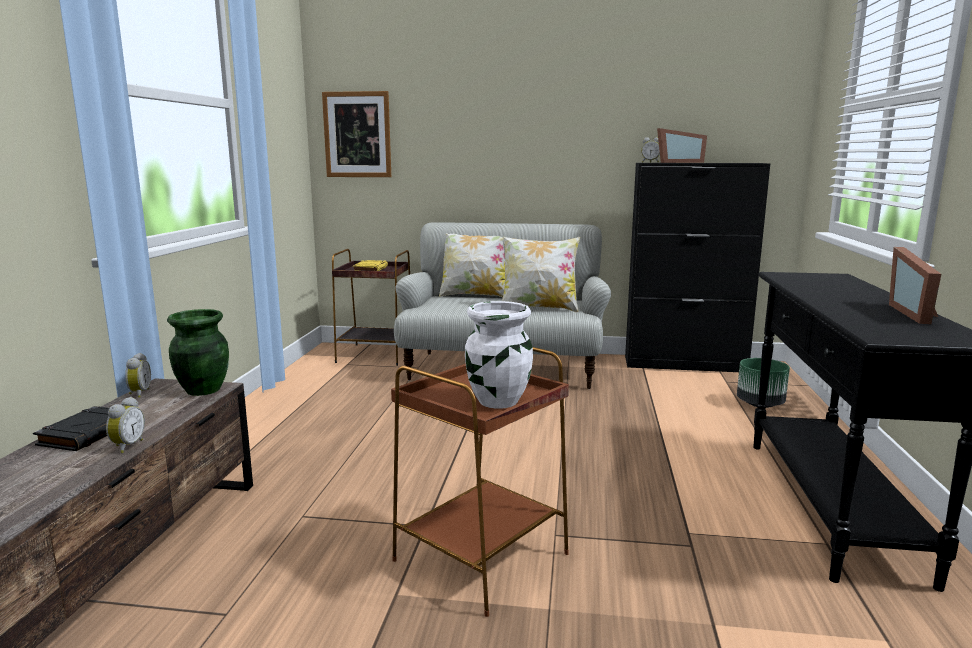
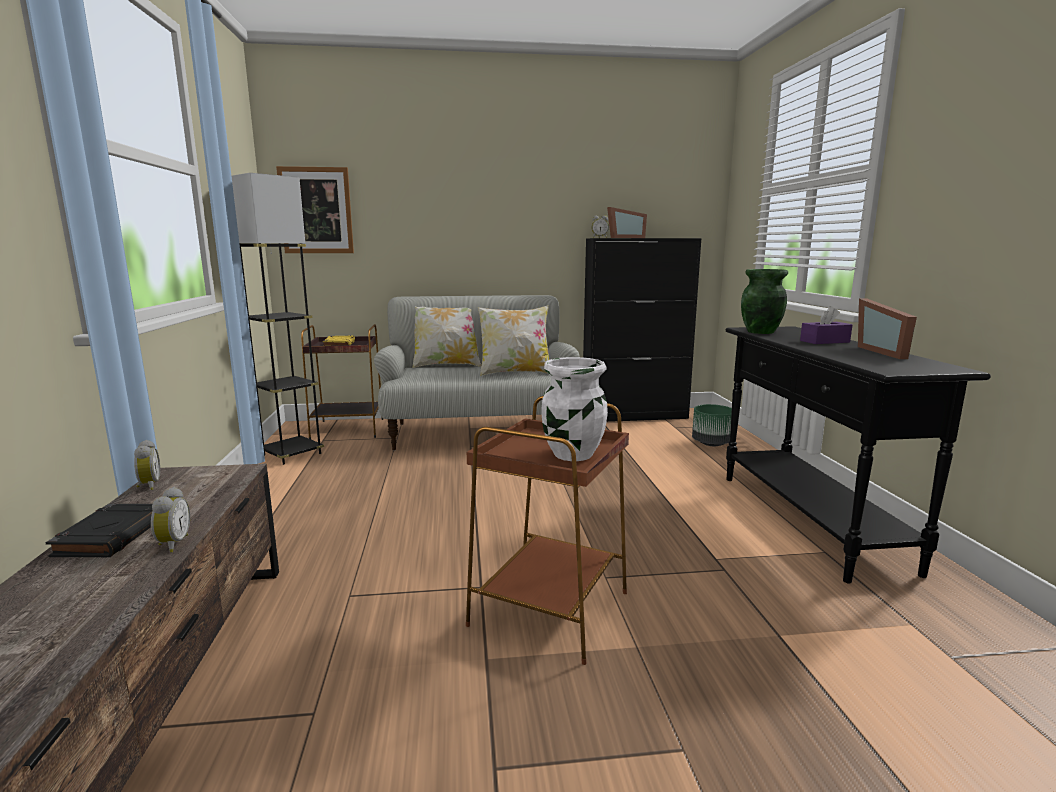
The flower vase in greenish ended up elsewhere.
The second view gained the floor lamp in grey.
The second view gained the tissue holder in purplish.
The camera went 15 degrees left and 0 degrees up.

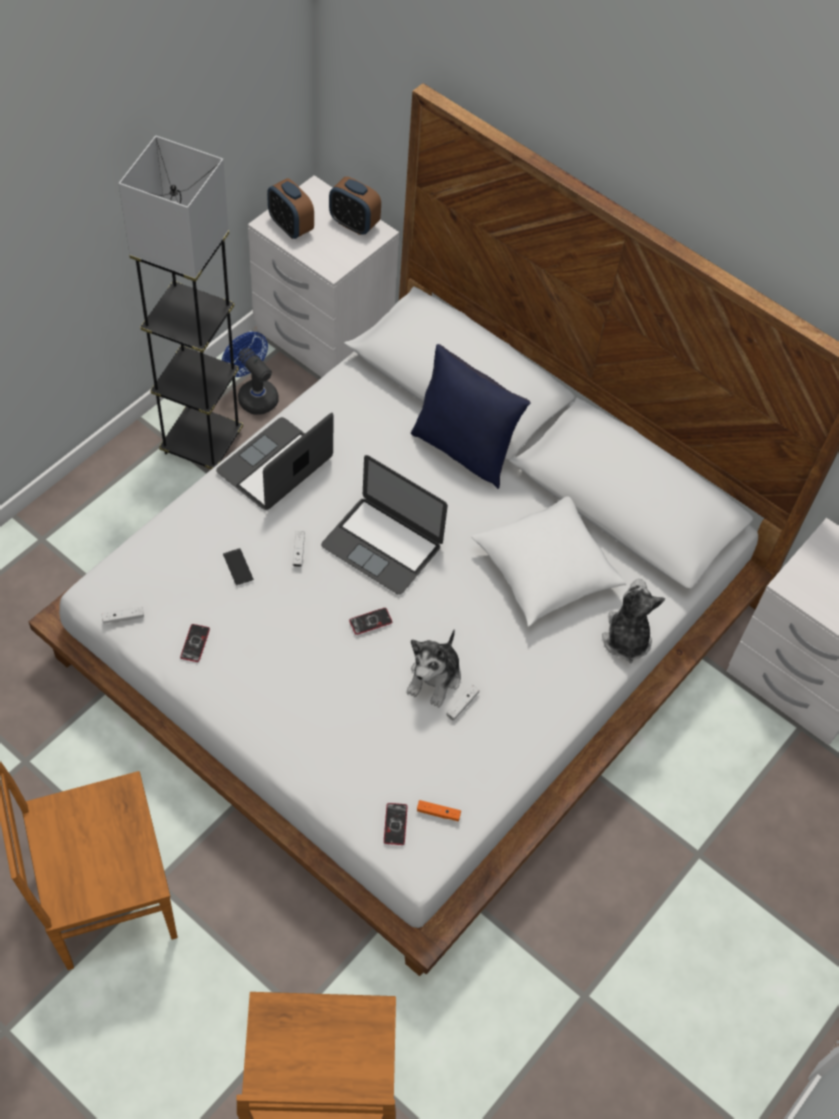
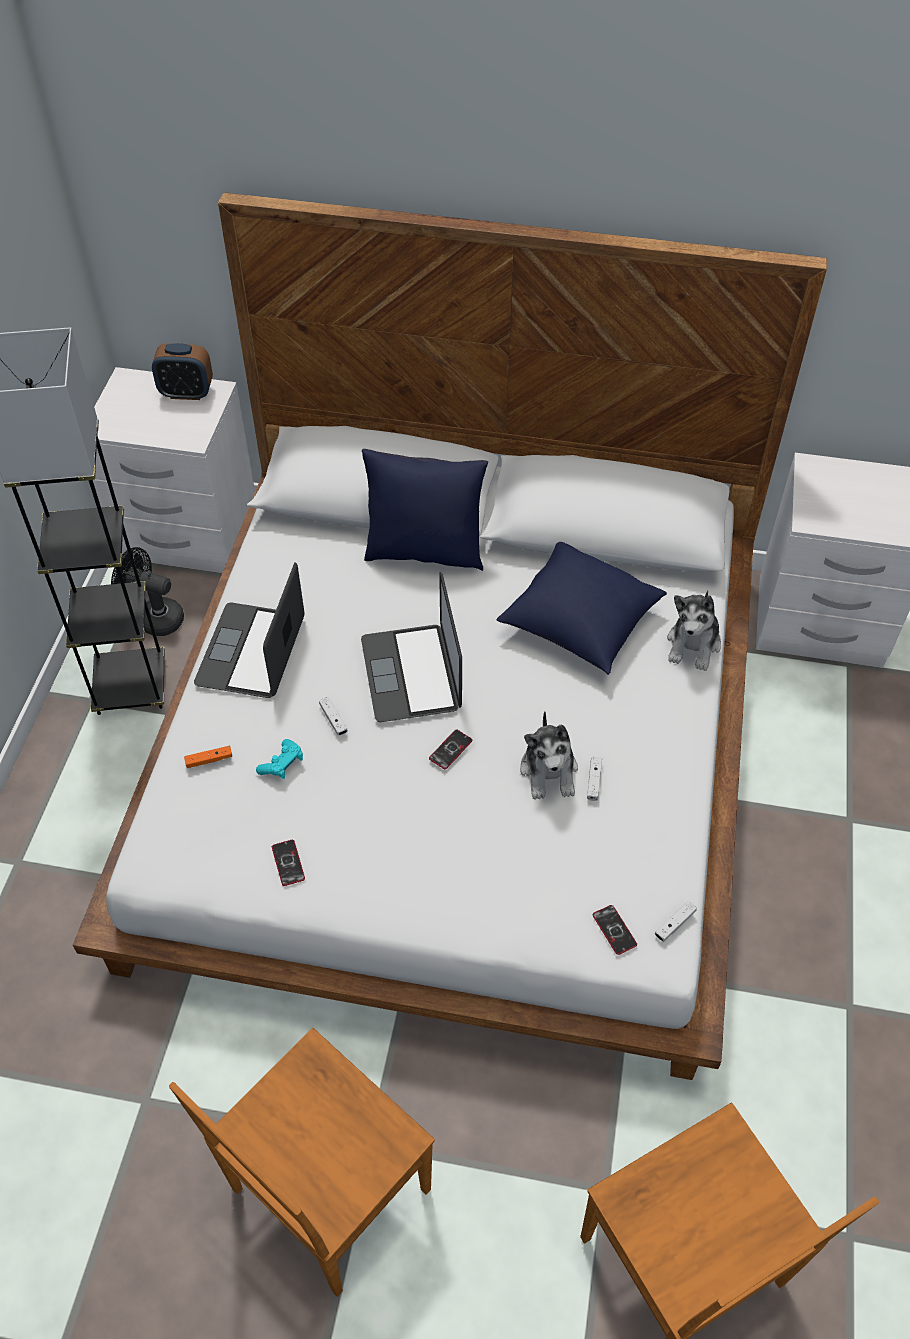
The game controller in white-coloured (no. 1 from left in the first image) ended up elsewhere.
What was the fan in bluish turned into the fan in black.
Where the handset (no. 2 from left) stood, the game controller in blue-green came to stand.
The second view lost the table clock (no. 1 from left).
The portable computer (no. 2 from left) ended up facing another way, 75 degrees clockwise from before.
The game controller in orangey ended up elsewhere.
What was the throw pillow in white-coloured turned into the throw pillow in bluish (no. 2 from left).
The soft toy (no. 2 from left) ended up facing another way, 135 degrees counterclockwise from before.
The camera went 25 degrees left and 5 degrees down.

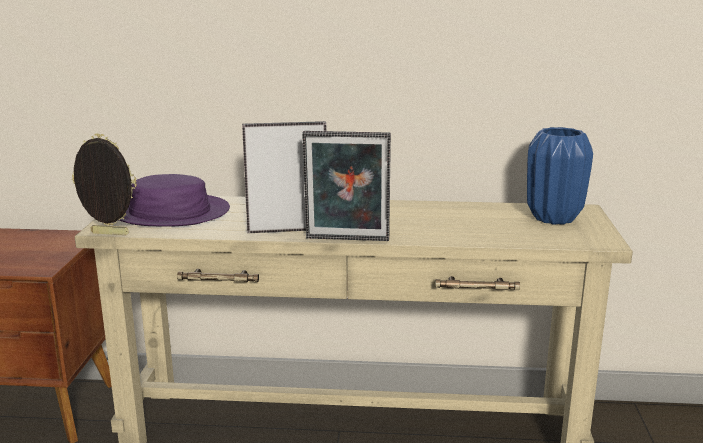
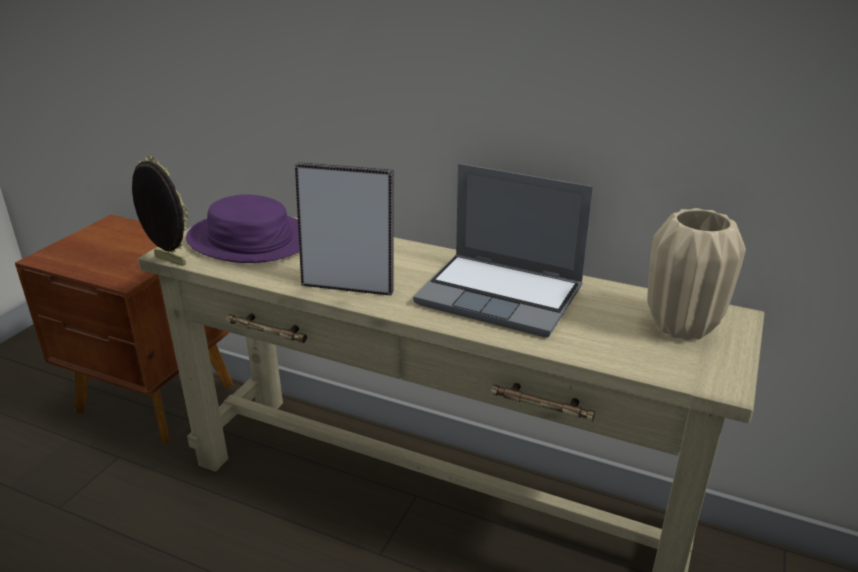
The second view lost the standing frame (no. 3 from left).
What was the flower vase in bluish turned into the flower vase in sand-coloured.
The second view gained the portable computer.
The camera went 20 degrees right and 10 degrees up.

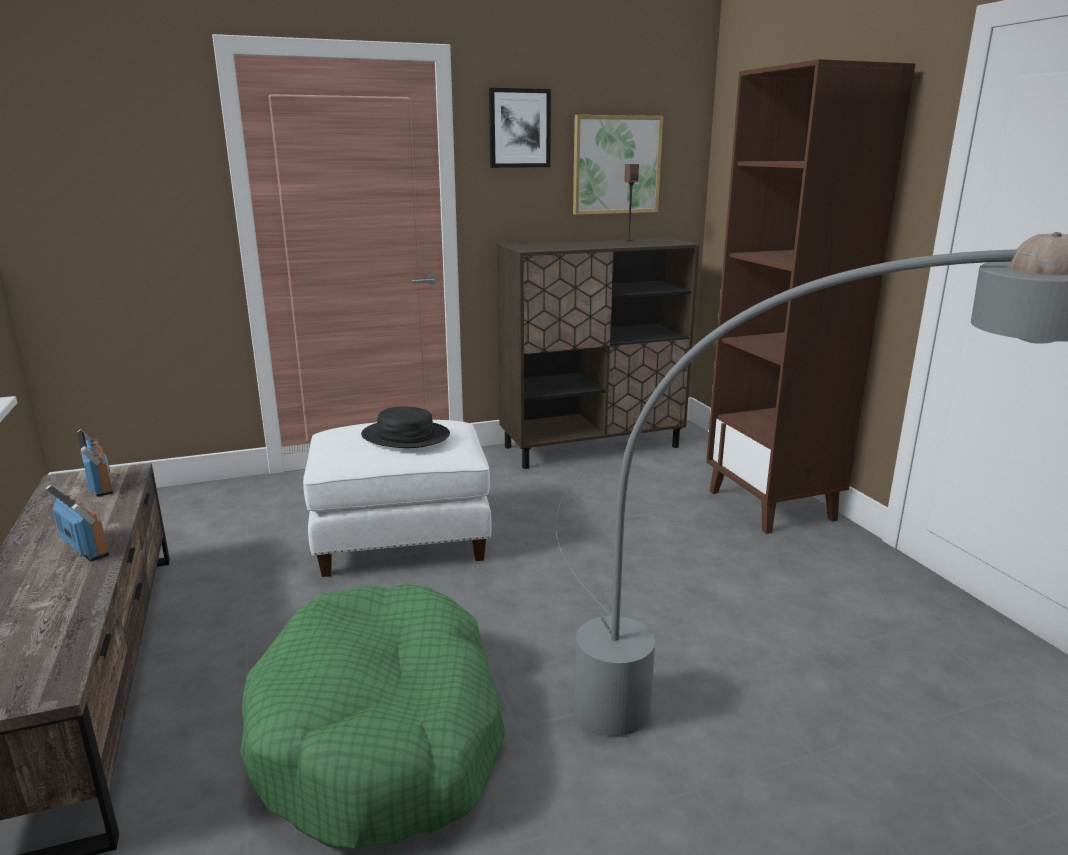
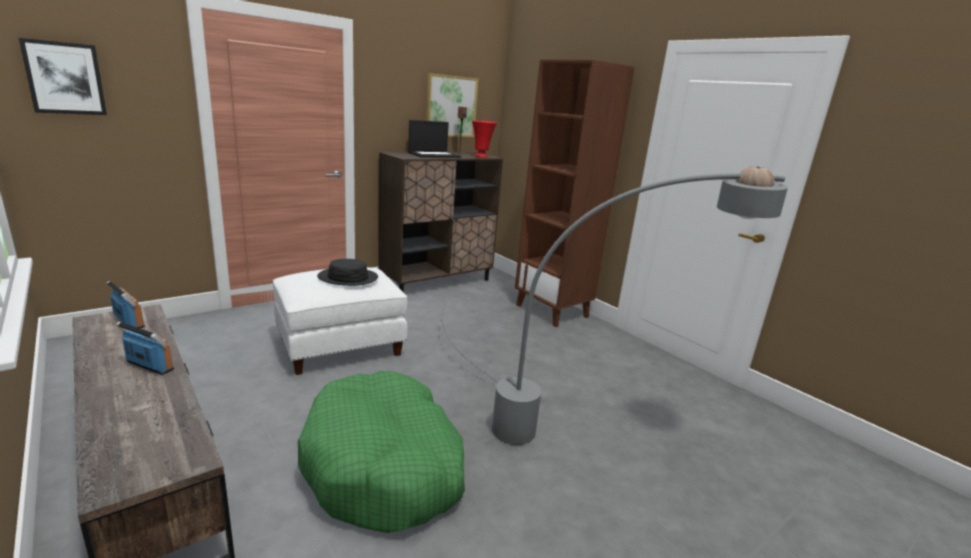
The picture (no. 1 from left) ended up elsewhere.
The second view gained the portable computer.
The second view gained the flower vase in red.
The camera went 20 degrees left and 0 degrees up.

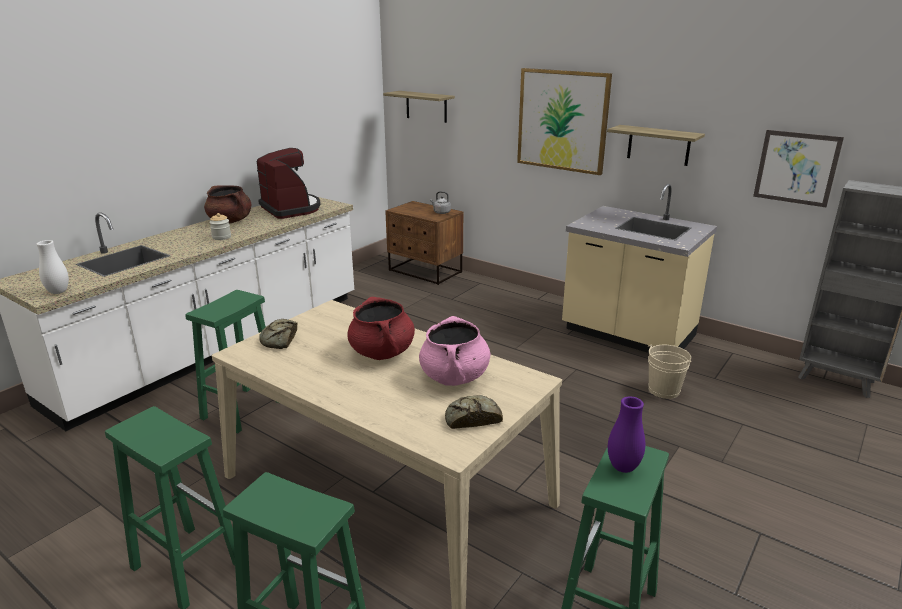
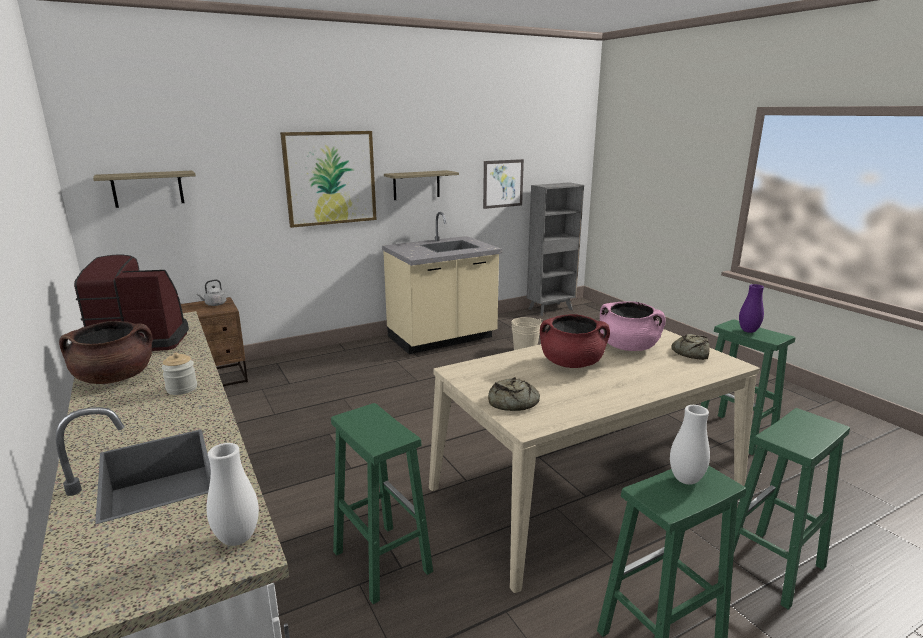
The second view gained the flower vase in white-coloured (no. 2 from left).
The camera went 65 degrees left and 5 degrees down.

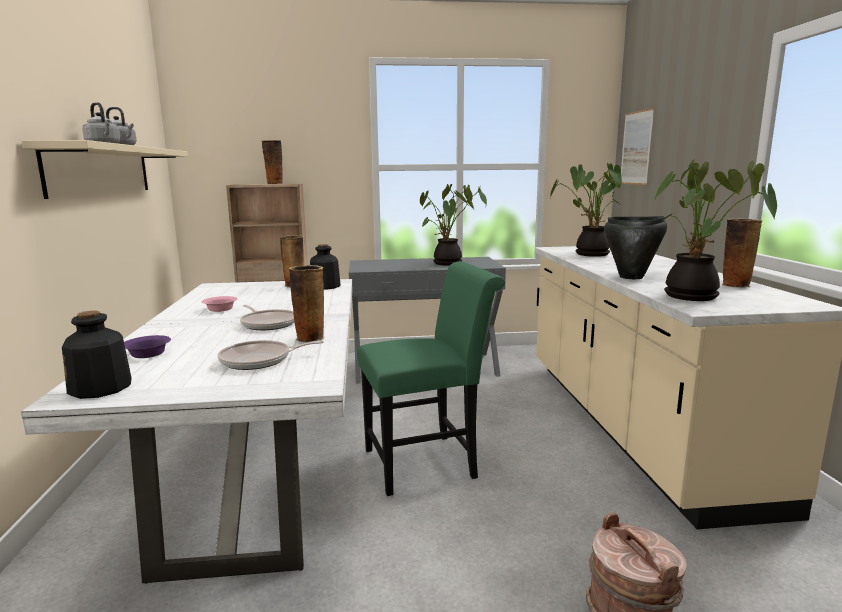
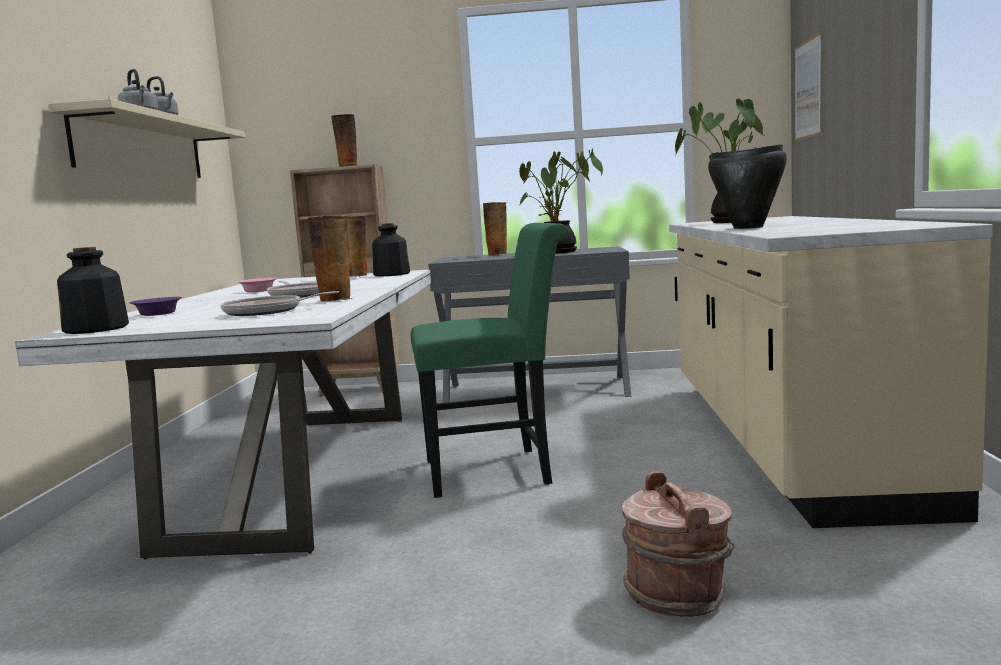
The second view lost the houseplant (no. 3 from left).
The flower vase (no. 4 from left) ended up elsewhere.
The camera went 10 degrees right and 5 degrees down.

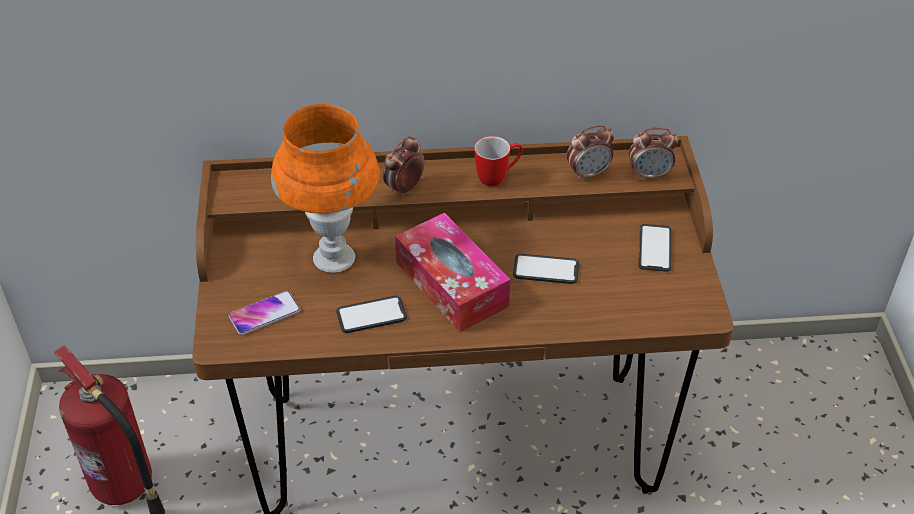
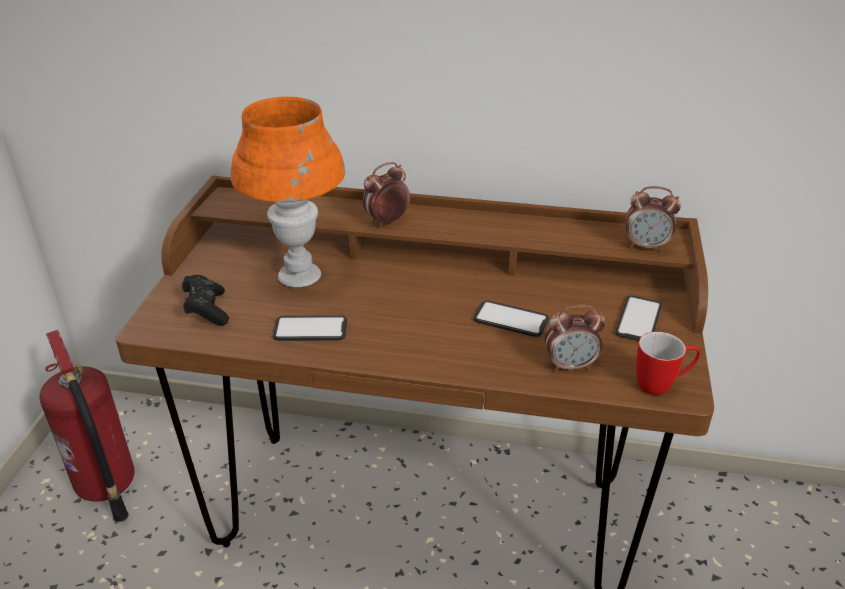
Where the handset (no. 1 from left) stood, the game controller in black came to stand.
The second view lost the tissue holder.
The coffee mug ended up elsewhere.
The table clock (no. 2 from left) ended up elsewhere.
The camera went 15 degrees right and 10 degrees down.

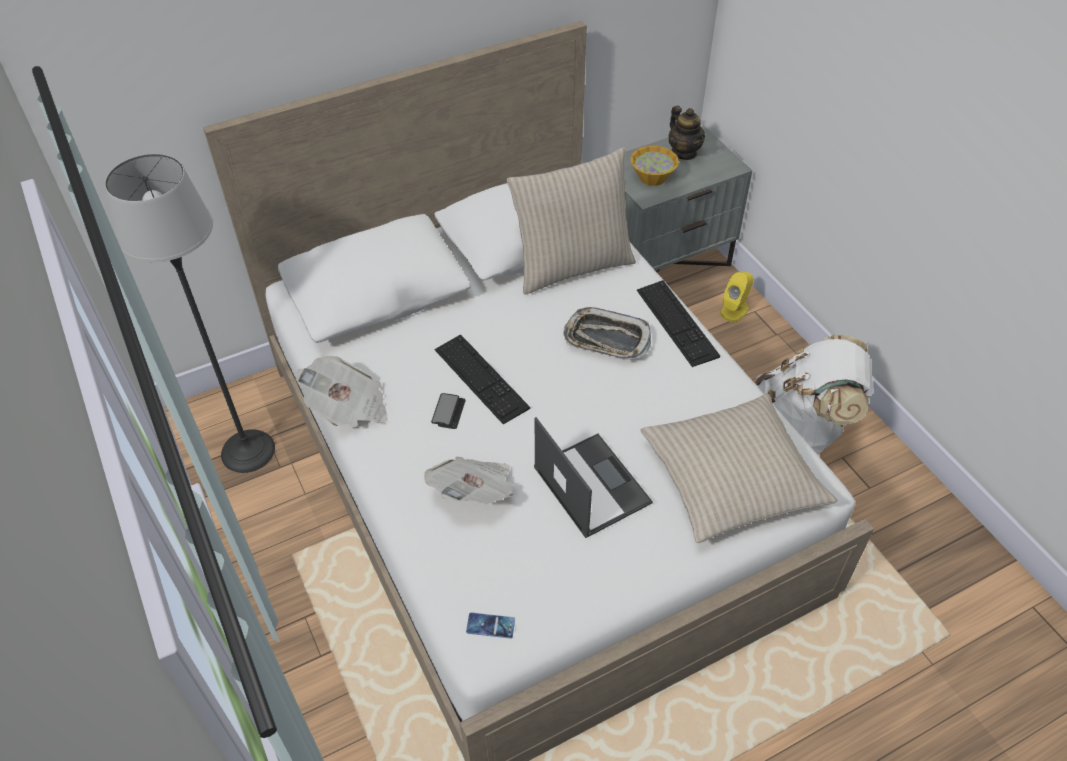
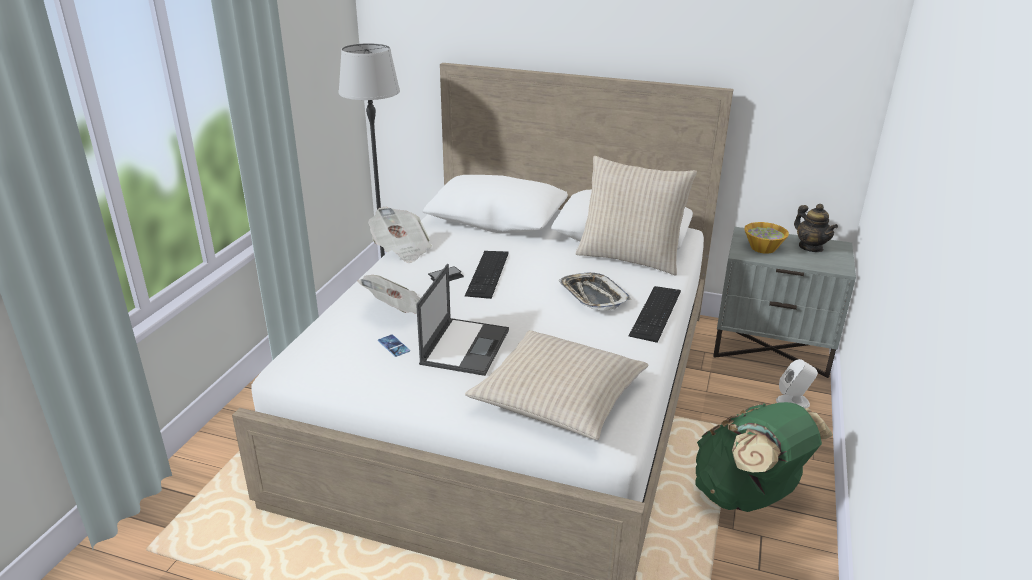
The handset (no. 2 from left in the first image) ended up elsewhere.
The pot for tea ended up facing another way, 45 degrees counterclockwise from before.
What was the audio speaker in yellow-coloured turned into the audio speaker in white-coloured.
What was the knapsack in white-coloured turned into the knapsack in greenish.
The camera went 45 degrees right and 20 degrees down.

